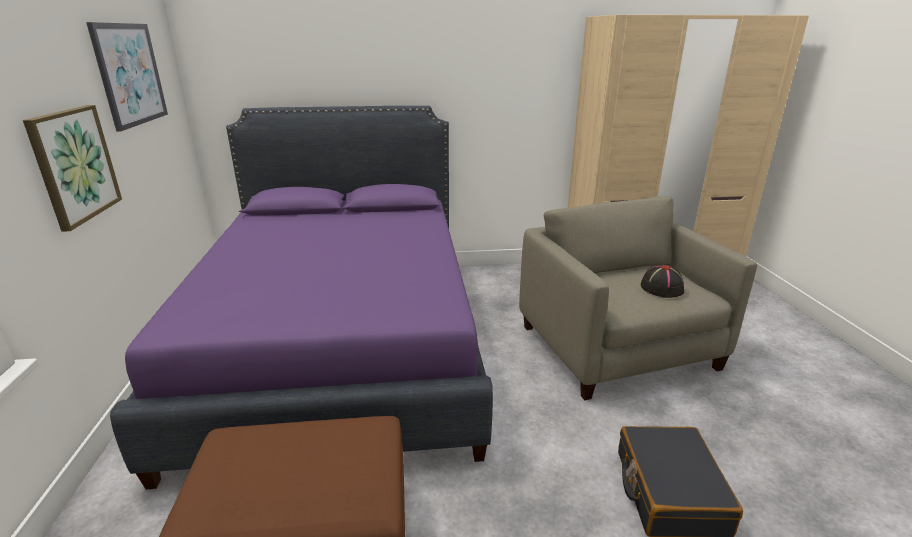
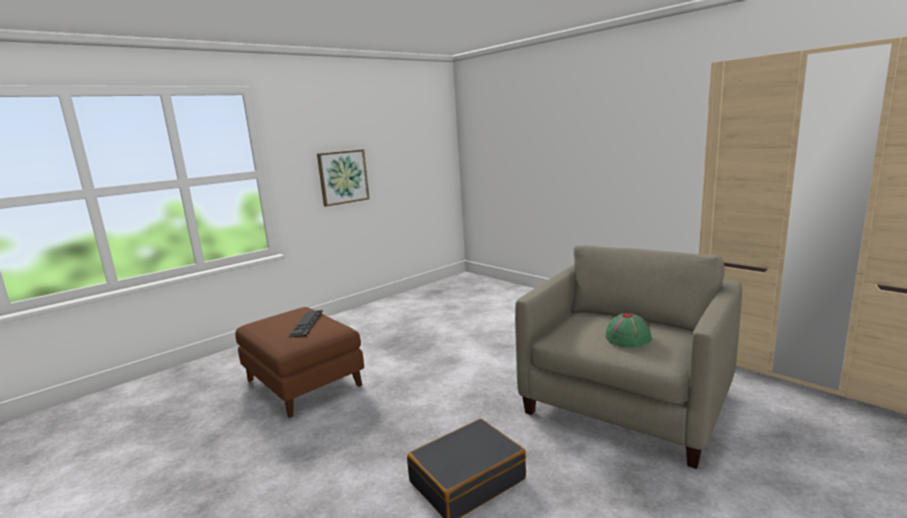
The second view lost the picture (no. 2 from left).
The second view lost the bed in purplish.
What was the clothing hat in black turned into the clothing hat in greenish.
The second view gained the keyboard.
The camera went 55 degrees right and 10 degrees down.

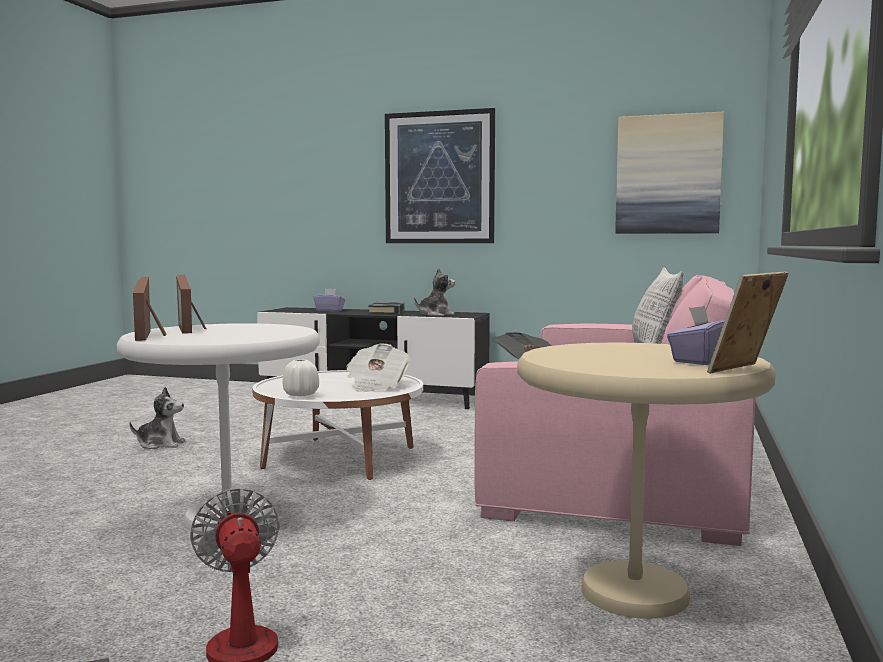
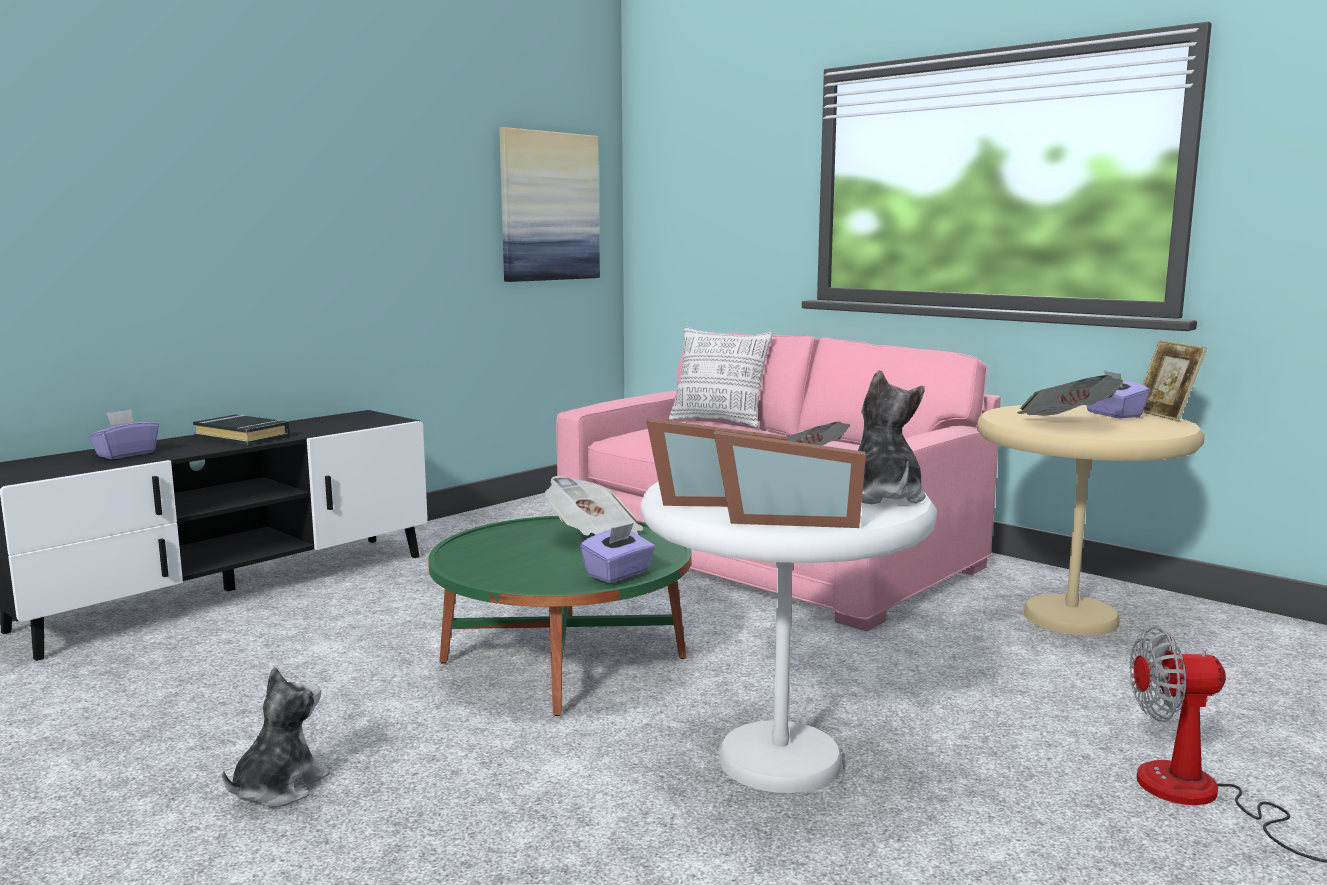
What was the lounge table in white-coloured turned into the lounge table in greenish.
Where the flower vase in white-coloured stood, the tissue holder in purplish (no. 2 from left) came to stand.
The second view lost the picture (no. 1 from left).
The soft toy (no. 2 from left) ended up elsewhere.
The second view gained the daily paper (no. 3 from left).
The camera went 65 degrees left and 5 degrees up.

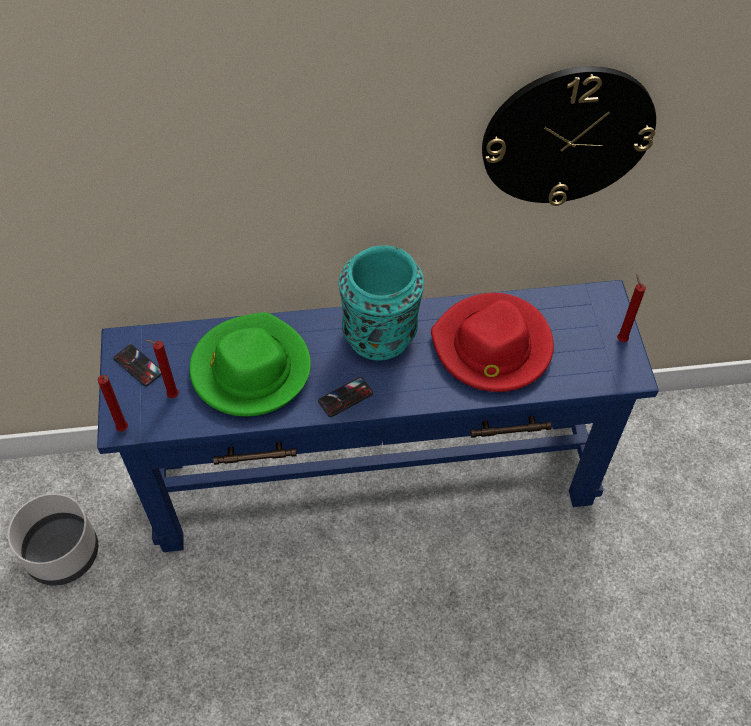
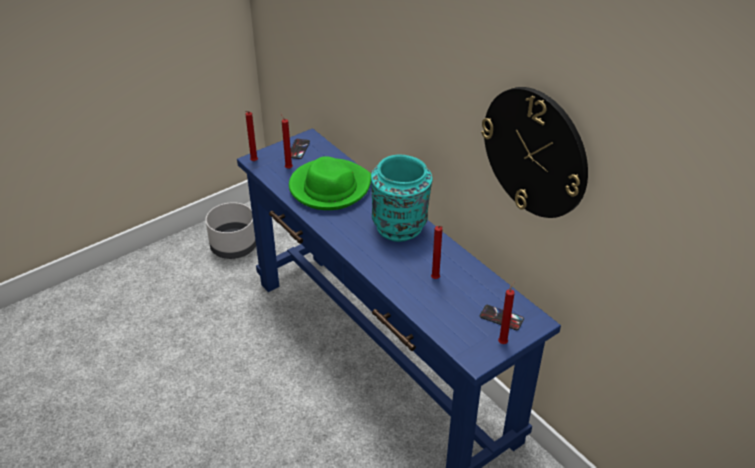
The handset (no. 2 from left) ended up elsewhere.
Where the clothing hat in red stood, the wax light in red (no. 3 from left) came to stand.
The camera went 60 degrees right and 15 degrees down.

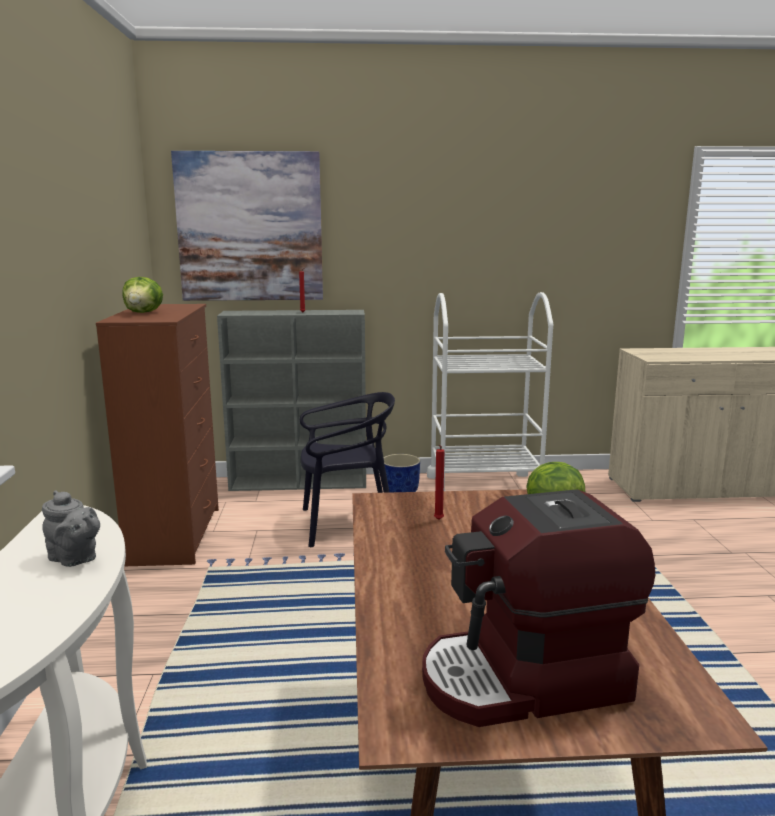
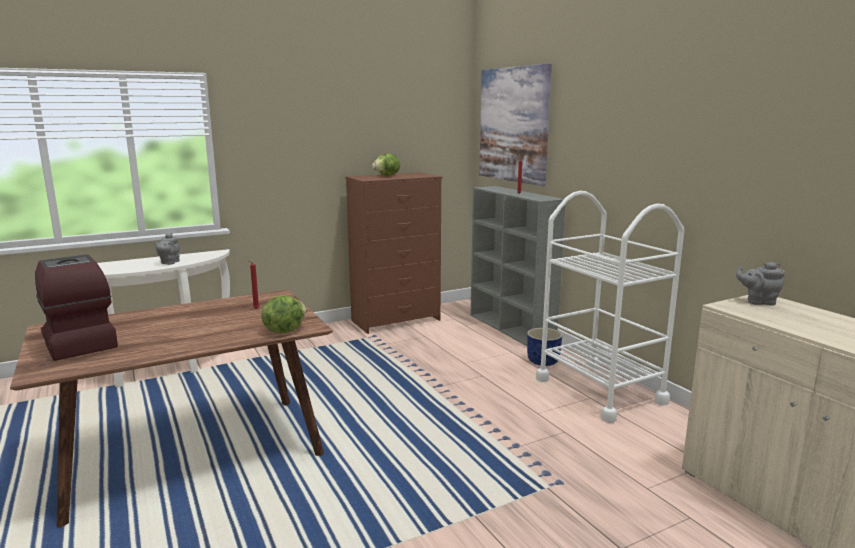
The second view lost the plain chair in black.
The second view gained the pot for tea in grey (no. 2 from left).
The camera went 65 degrees right and 0 degrees up.

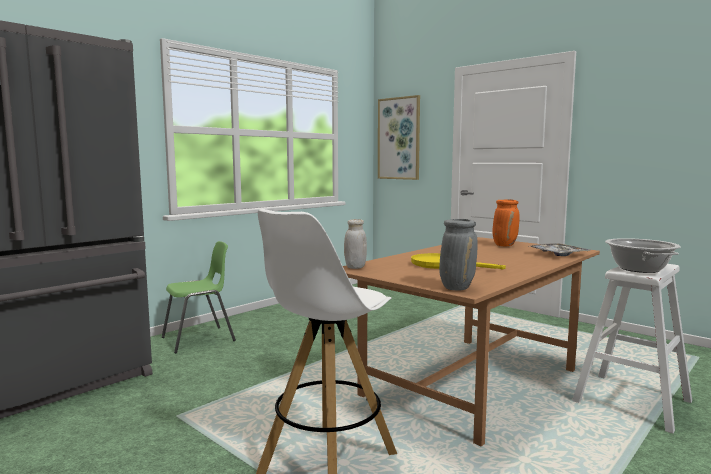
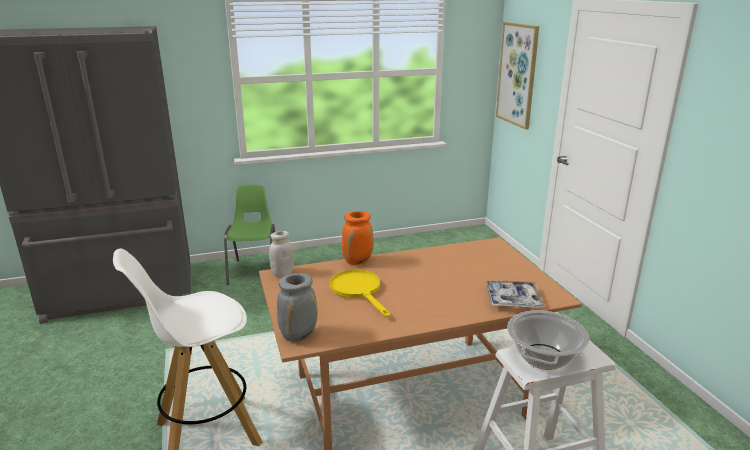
The plain chair in greenish ended up facing another way, 90 degrees counterclockwise from before.
The flower vase in orangey ended up elsewhere.
The camera went 30 degrees right and 15 degrees up.

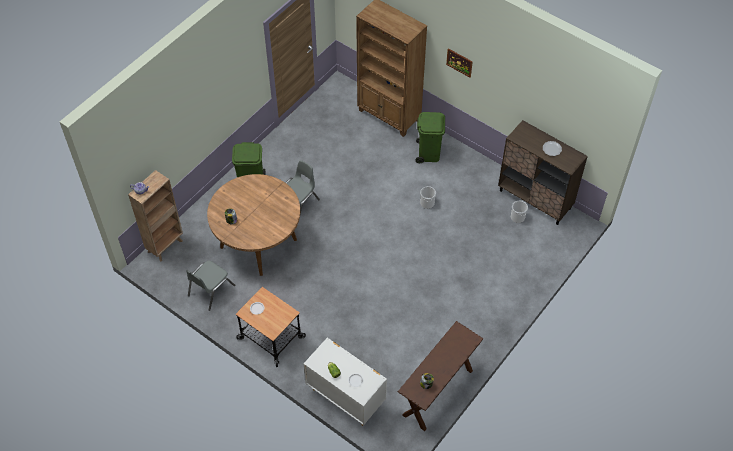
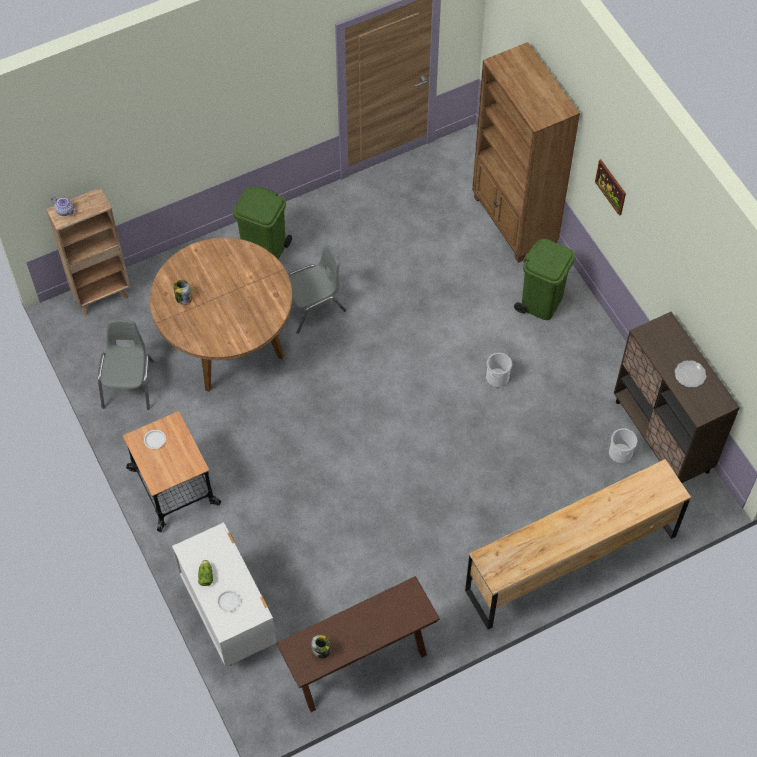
The plain chair in grey (no. 1 from left) ended up facing another way, 120 degrees clockwise from before.
The second view gained the dresser in brown.
The camera went 25 degrees right and 5 degrees up.

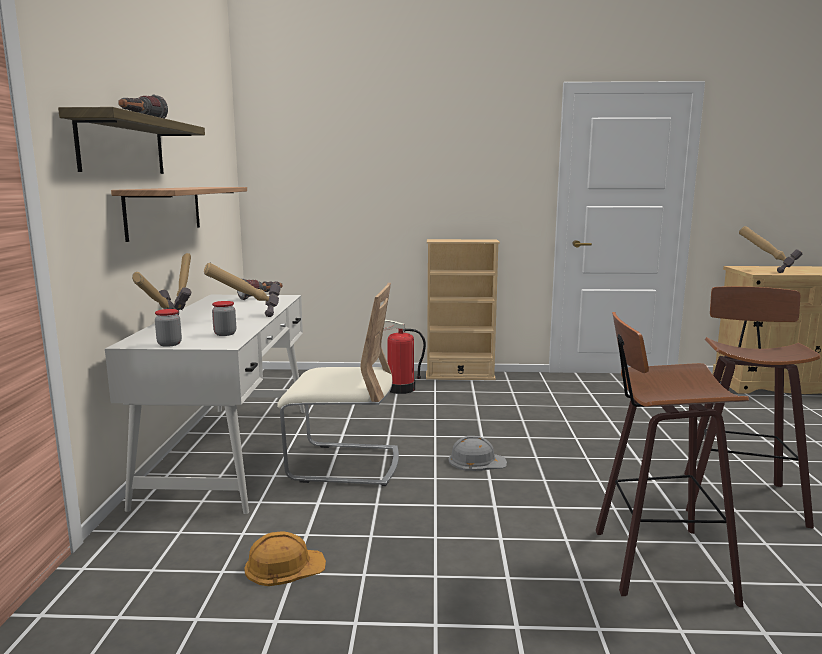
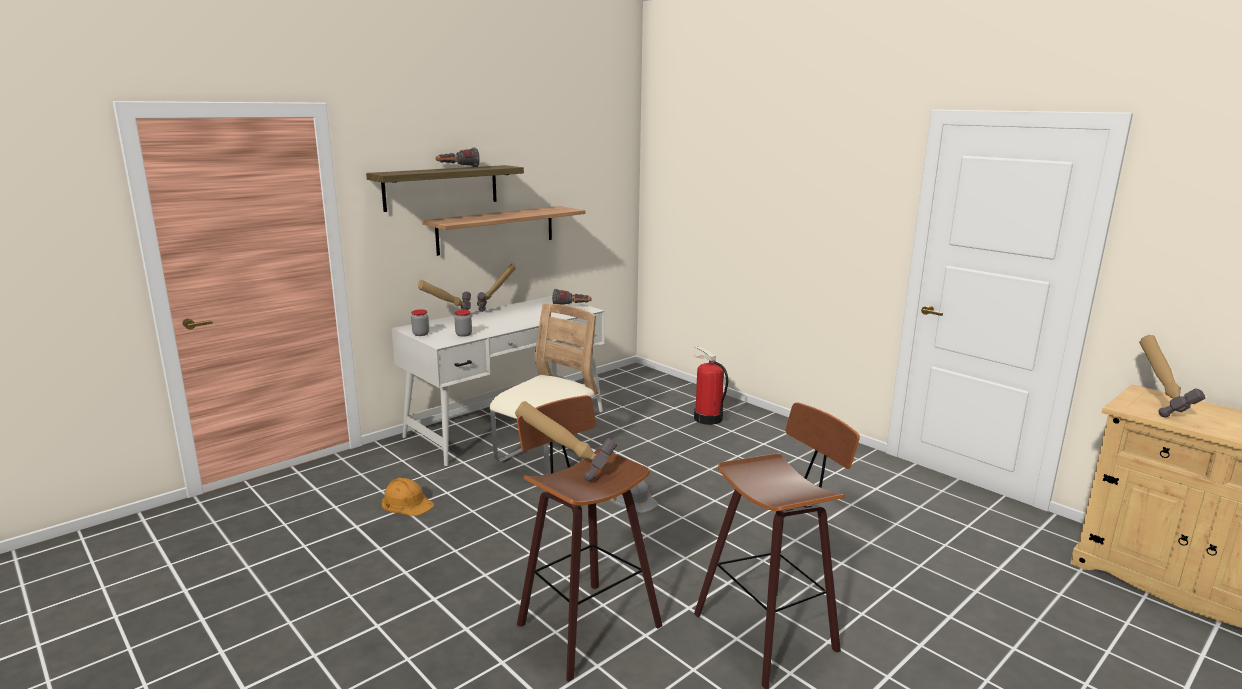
The tool hammer (no. 3 from left) ended up elsewhere.
The plain chair in sand-coloured ended up facing another way, 105 degrees counterclockwise from before.
The second view lost the bookshelf in sand-coloured.
The camera went 45 degrees right and 5 degrees up.

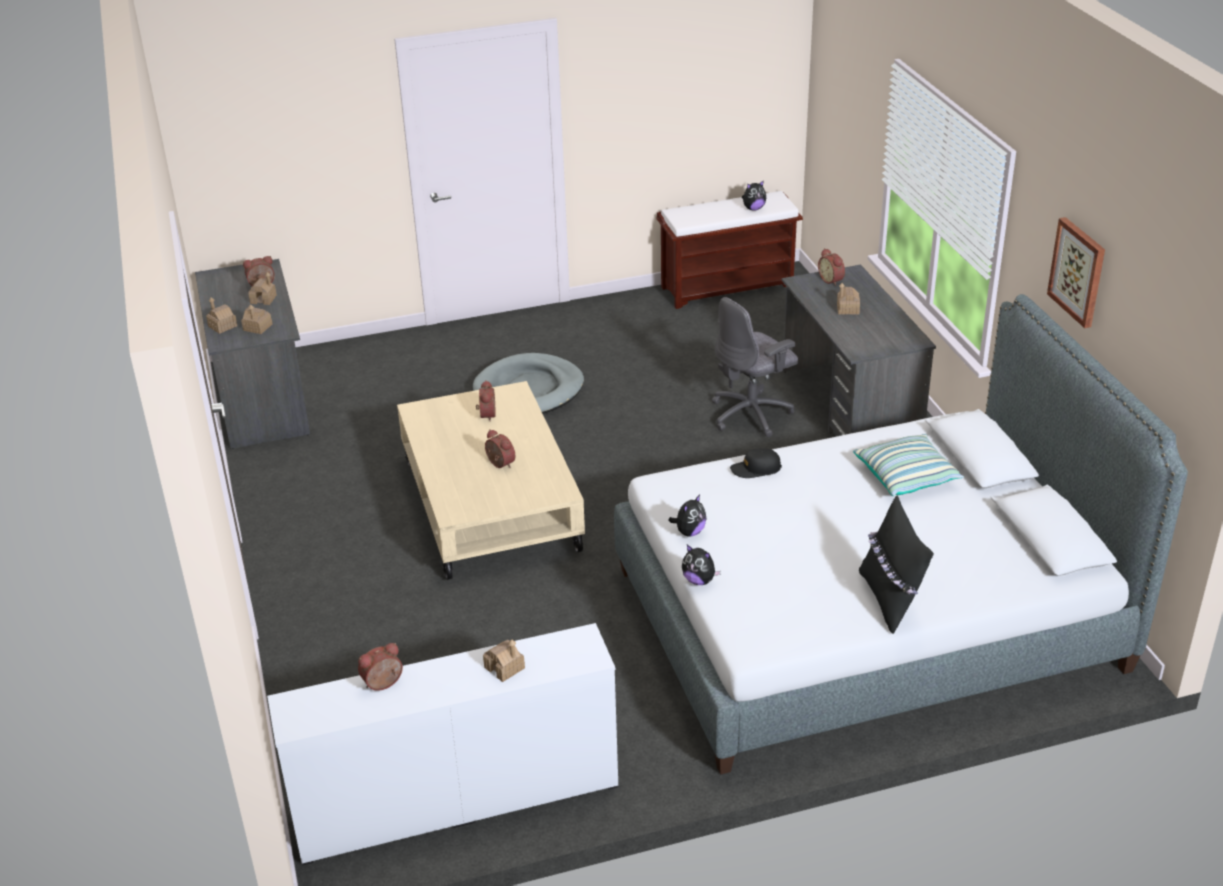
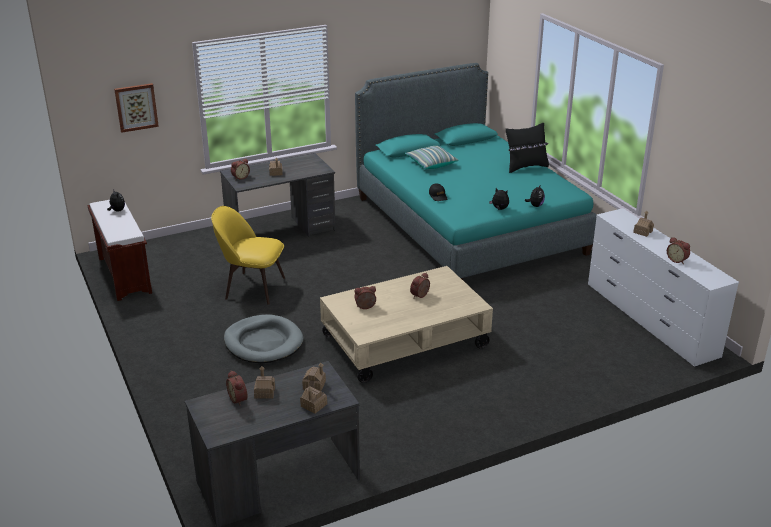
What was the bed in grey turned into the bed in blue-green.
The second view lost the computer chair in grey.
The picture ended up elsewhere.
The second view gained the plain chair in yellow-coloured.
The camera went 100 degrees left and 5 degrees down.

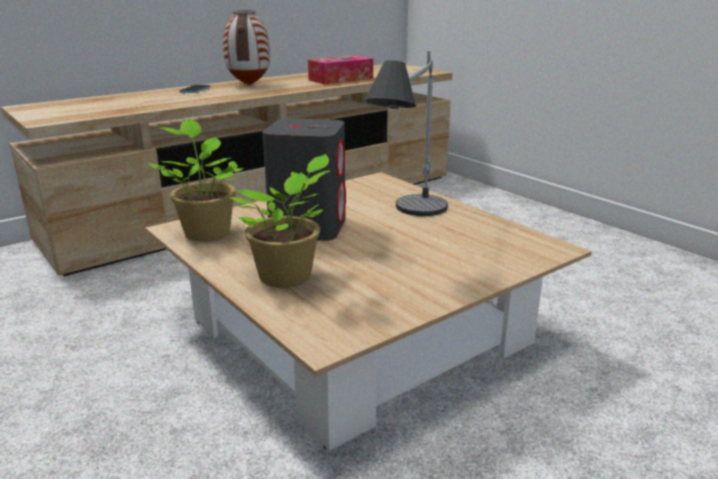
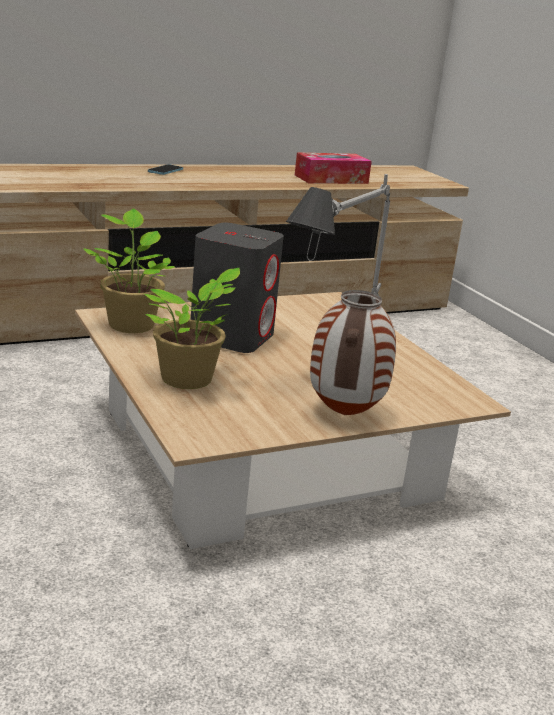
The flower vase ended up elsewhere.
The camera went 10 degrees right and 0 degrees up.

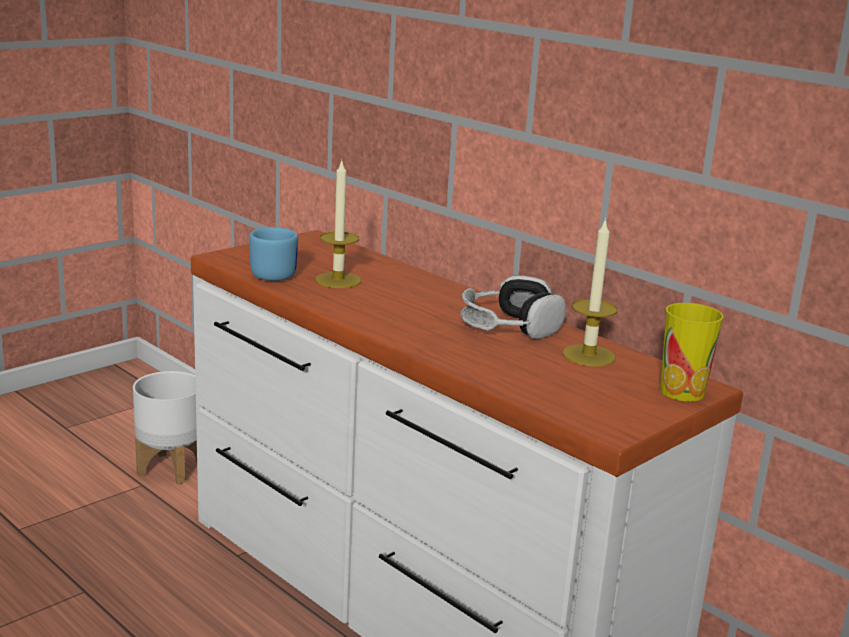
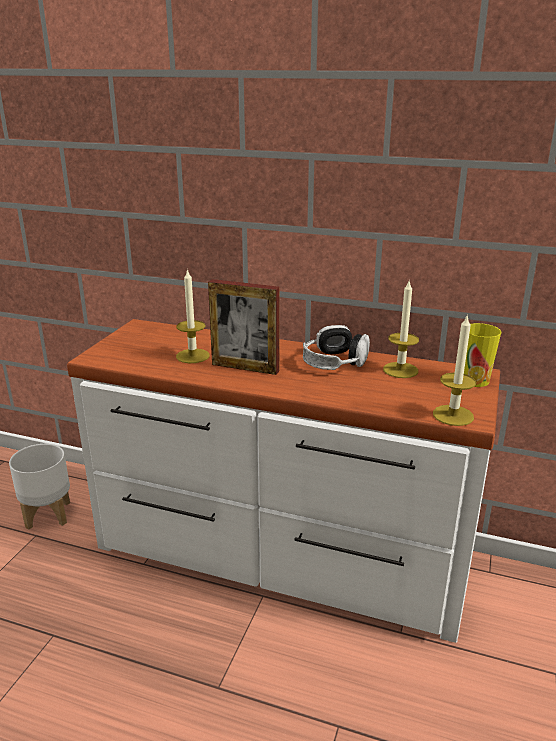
The second view lost the coffee mug in bluish.
The second view gained the standing frame.
The second view gained the wax light (no. 3 from left).
The camera went 25 degrees left and 5 degrees up.

